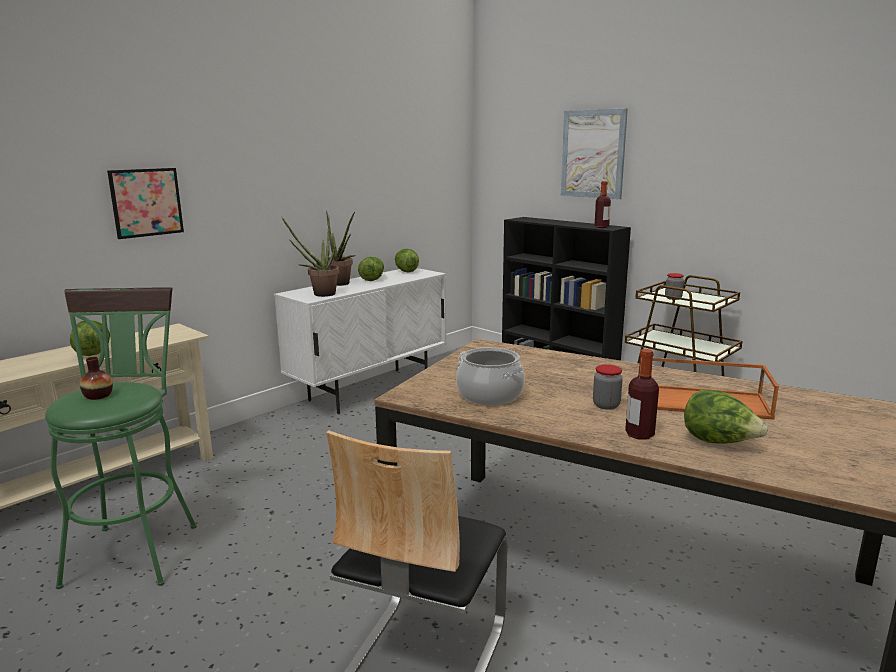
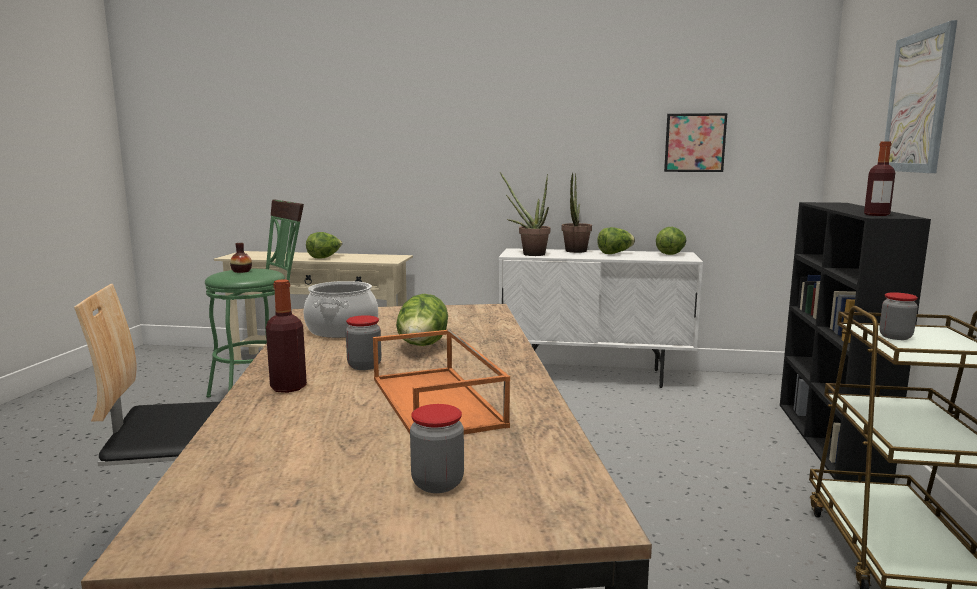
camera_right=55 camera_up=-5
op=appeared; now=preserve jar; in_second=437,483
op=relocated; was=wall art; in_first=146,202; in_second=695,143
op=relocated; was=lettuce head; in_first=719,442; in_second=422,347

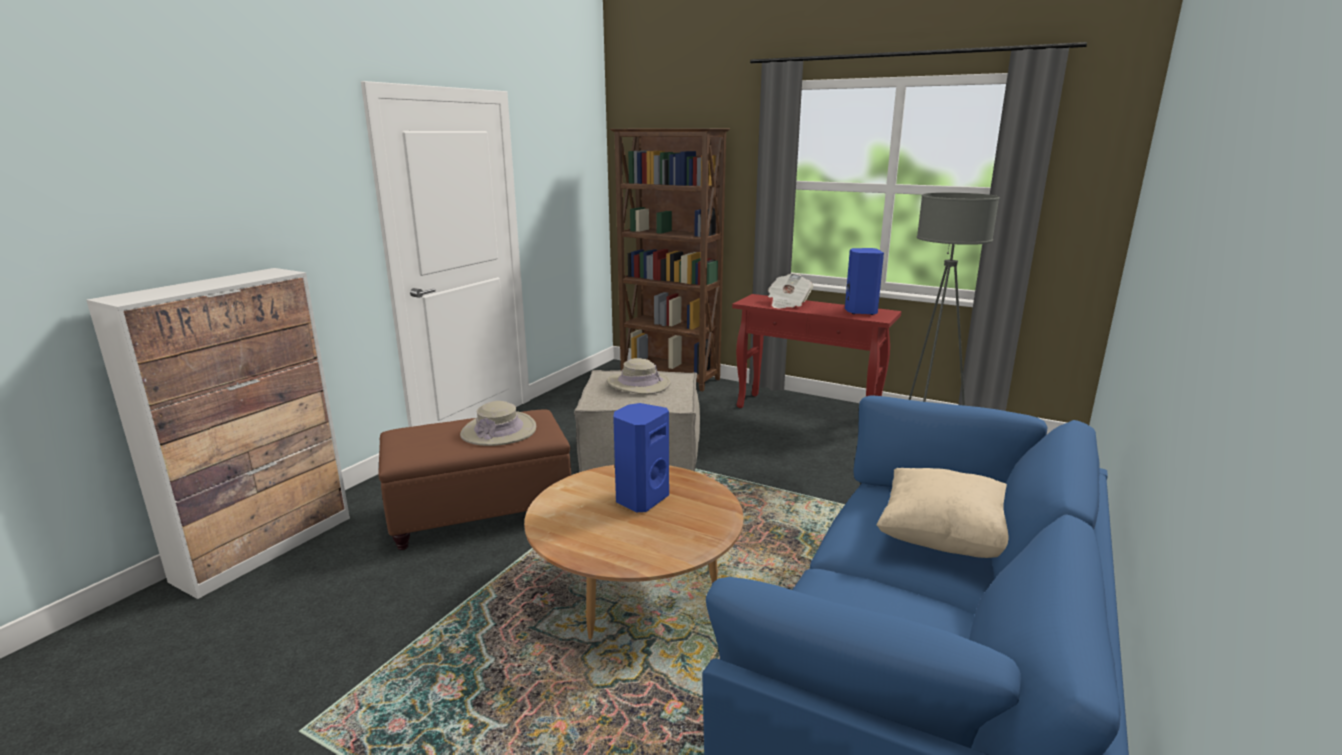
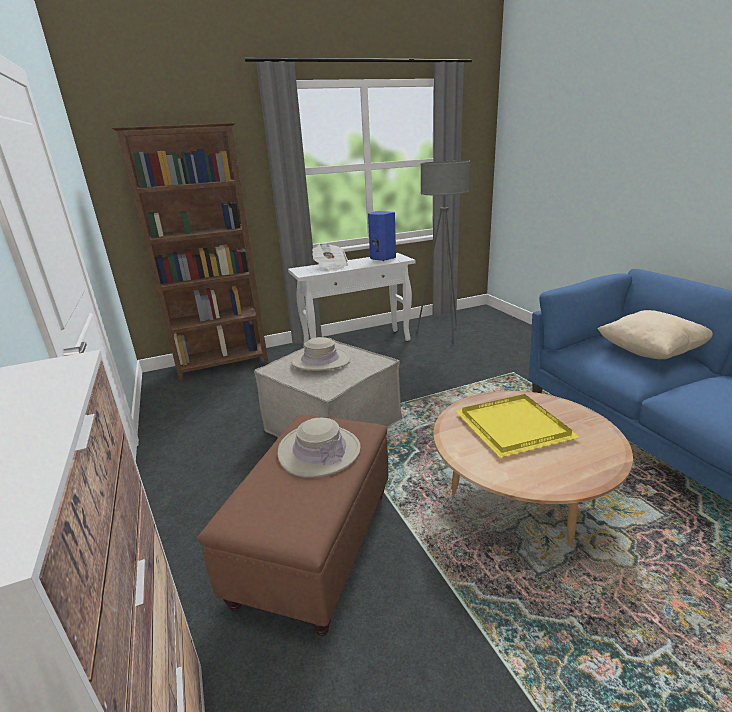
camera_right=-50 camera_up=5
op=exchanged; was=loudspeaker (blue-coloured); now=carrying tray (yellow-coloured); in_first=640,499; in_second=511,426
op=colour; was=hall table (red); now=hall table (white-coloured); in_first=808,412; in_second=358,344

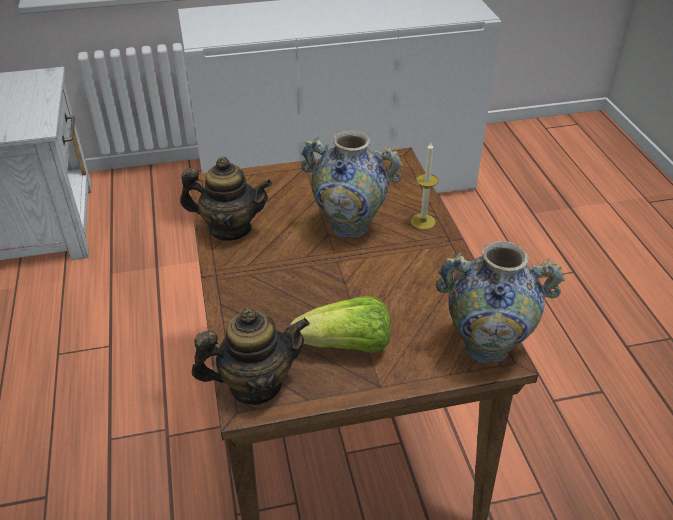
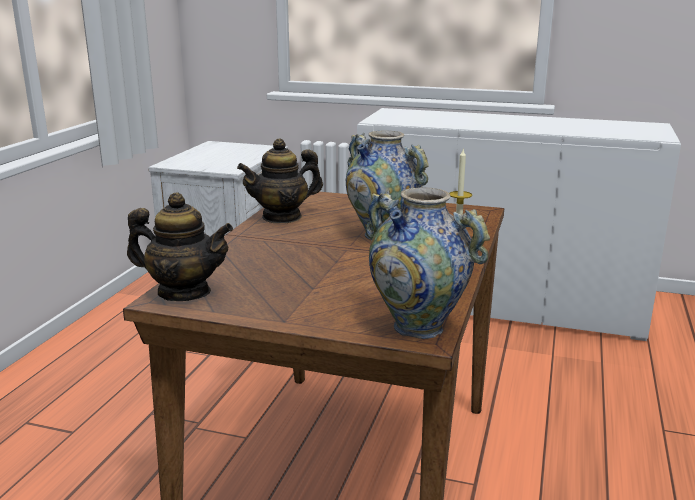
camera_right=30 camera_up=-20
op=missing; was=lettuce head; in_first=346,346
op=spun; was=pot for tea; in_first=230,228; in_second=282,217; clockwise=120

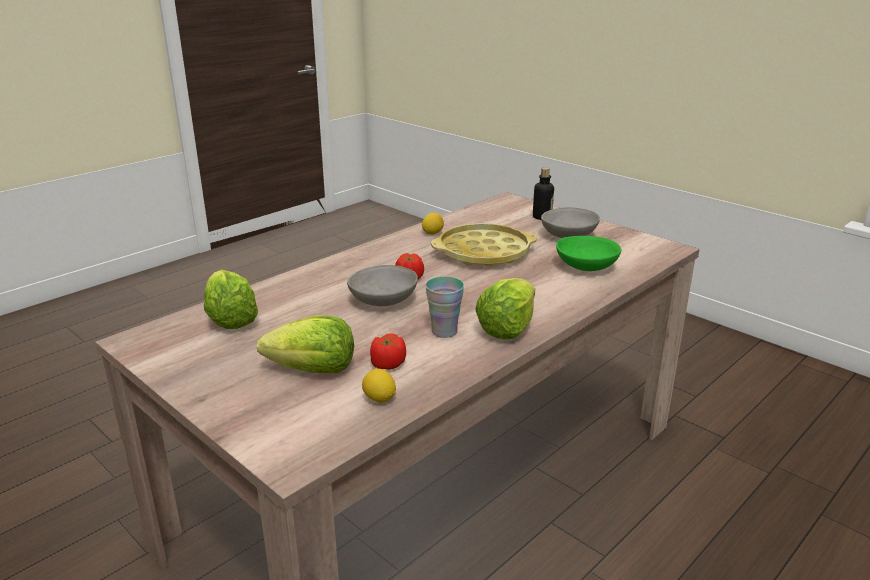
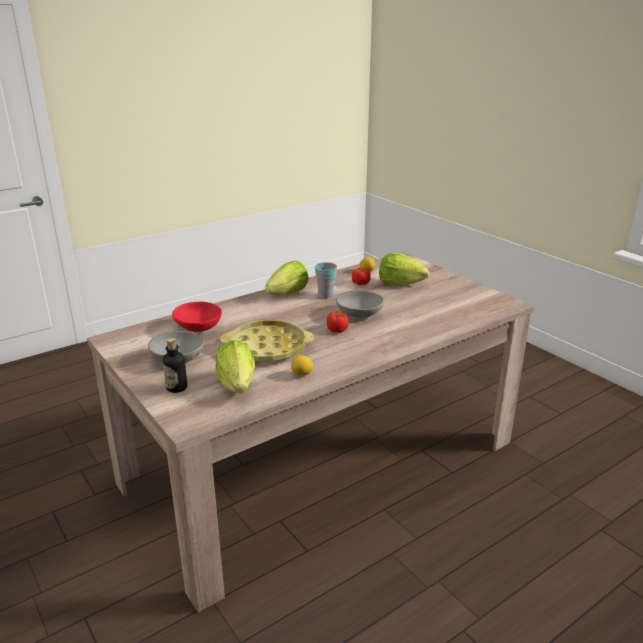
camera_right=-170 camera_up=0
op=relocated; was=lettuce head; in_first=230,319; in_second=237,385
op=colour; was=deep dish (green); now=deep dish (red); in_first=586,267; in_second=199,327

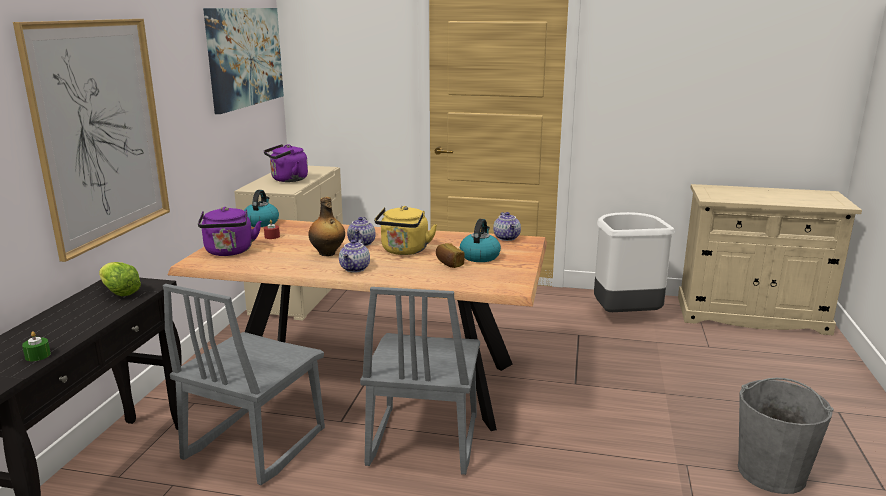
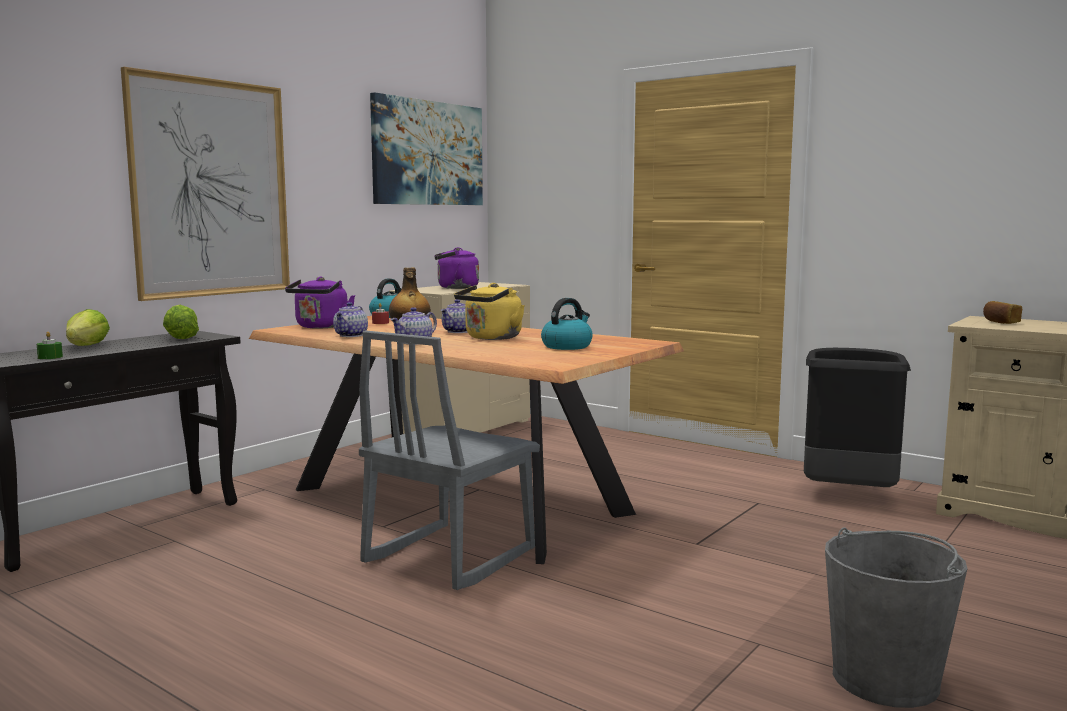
camera_right=25 camera_up=-10
op=missing; was=plain chair (grey); in_first=254,444
op=appeared; now=lettuce head; in_second=87,346
op=relocated; was=bread; in_first=449,263; in_second=1000,322
op=relocated; was=pot for tea; in_first=507,238; in_second=351,335
op=colour; was=waste bin (white-coloured); now=waste bin (black-coloured); in_first=624,316; in_second=847,495

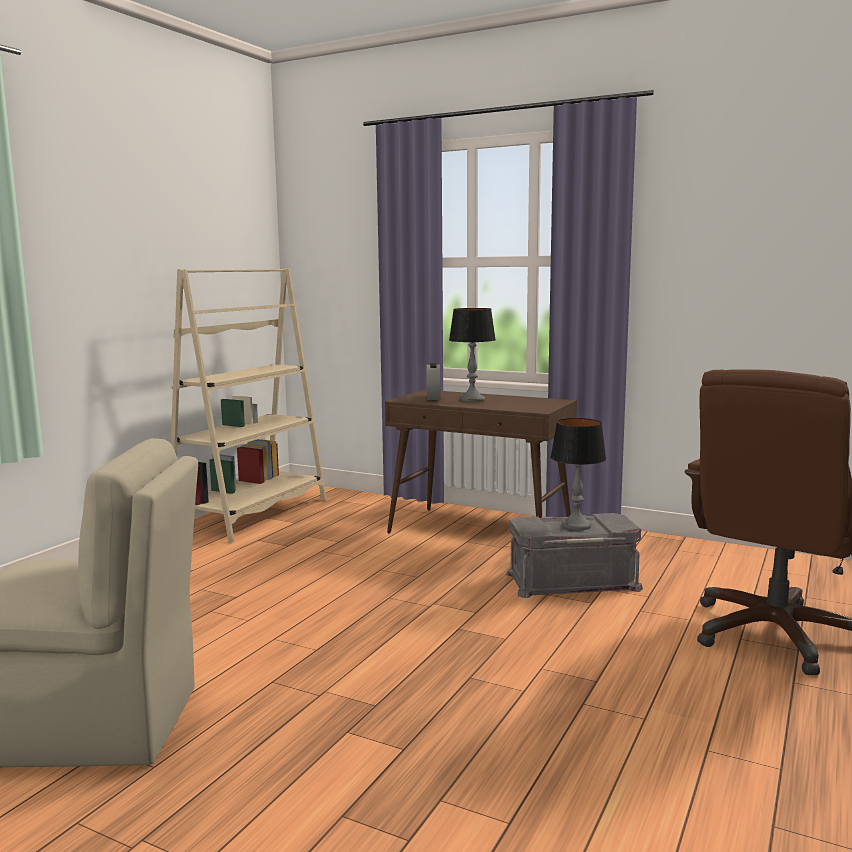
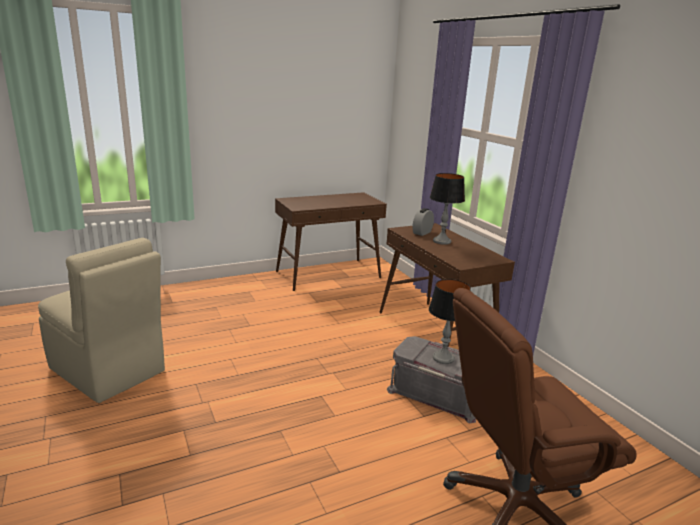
camera_right=35 camera_up=10
op=exchanged; was=bookcase (beige-coloured); now=hall table (brown); in_first=252,515; in_second=328,274

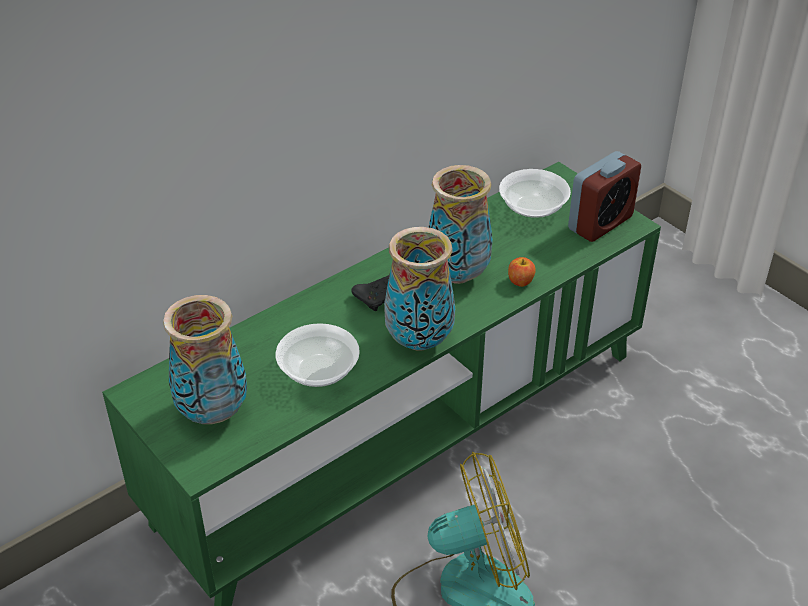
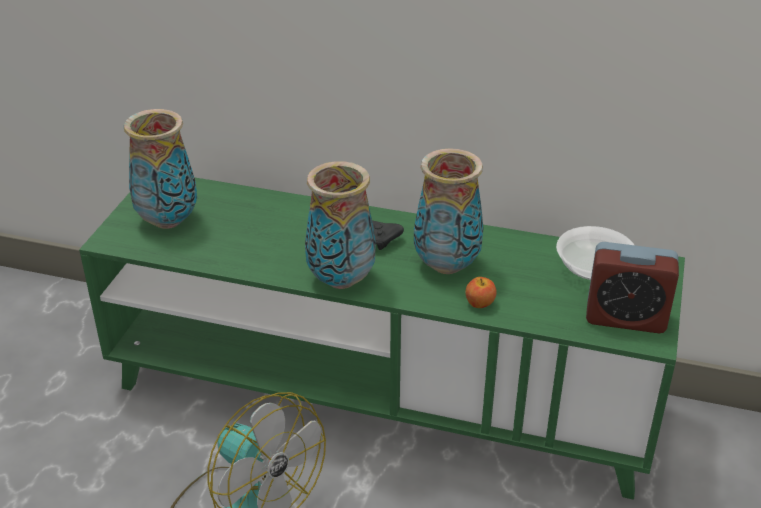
camera_right=55 camera_up=-5
op=missing; was=deep dish; in_first=319,370

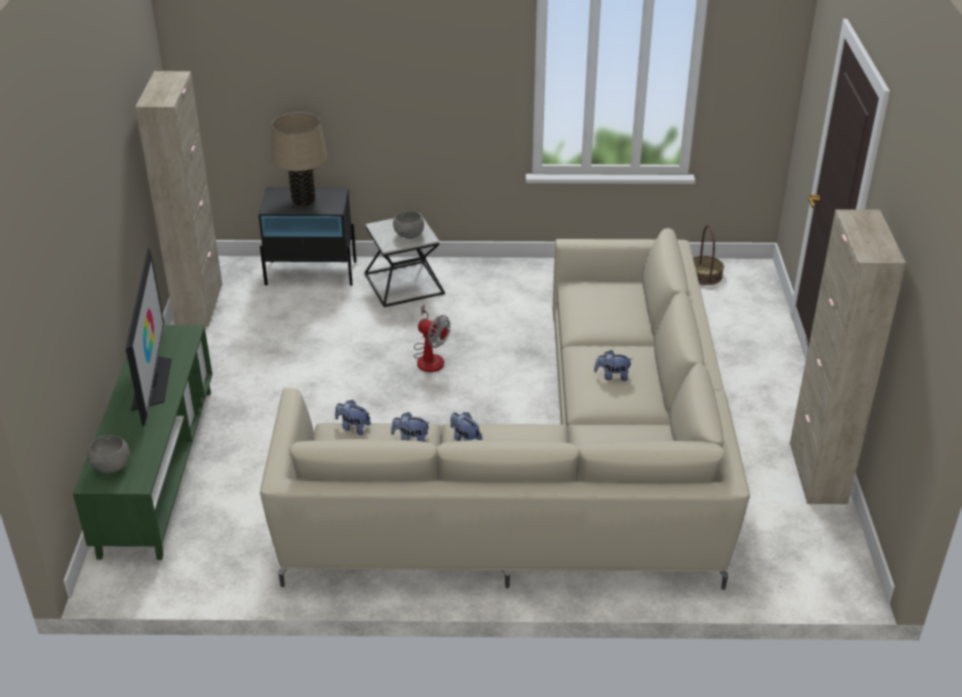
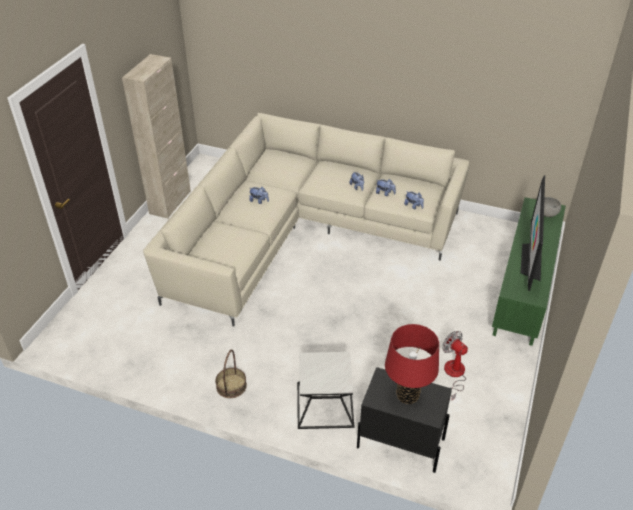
camera_right=-160 camera_up=5
op=missing; was=cupboard (beige-coloured); in_first=199,304
op=missing; was=deep dish (grey); in_first=409,235
op=relocated; was=cooling fan; in_first=429,357; in_second=453,375
op=relocated; was=household basket; in_first=704,275; in_second=231,386
op=colour; was=tabletop lamp (beige-coloured); now=tabletop lamp (red); in_first=303,200; in_second=407,395

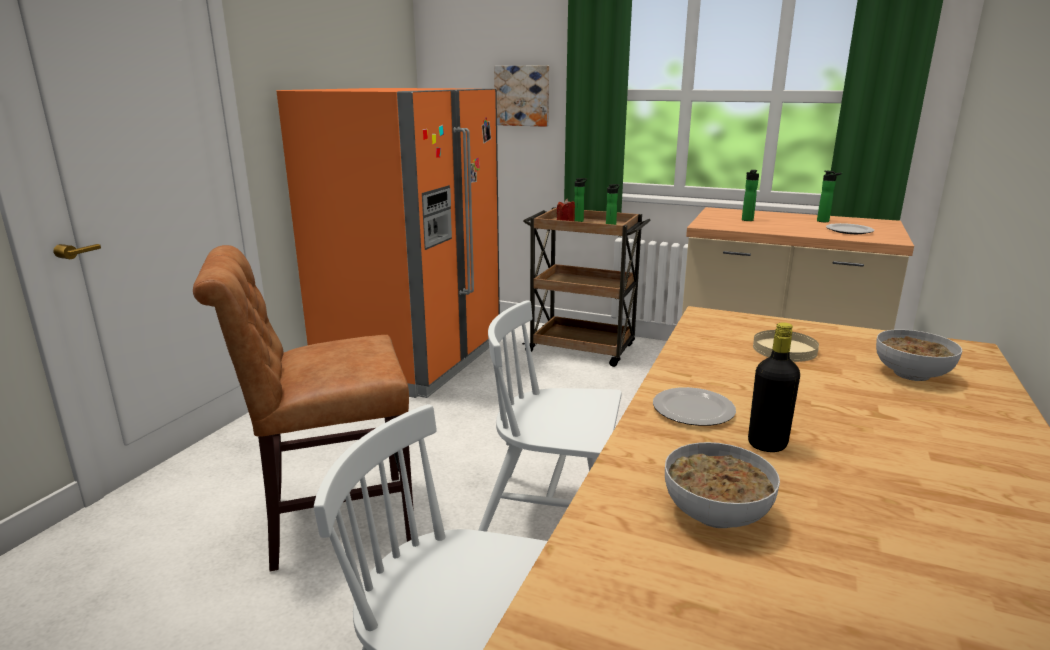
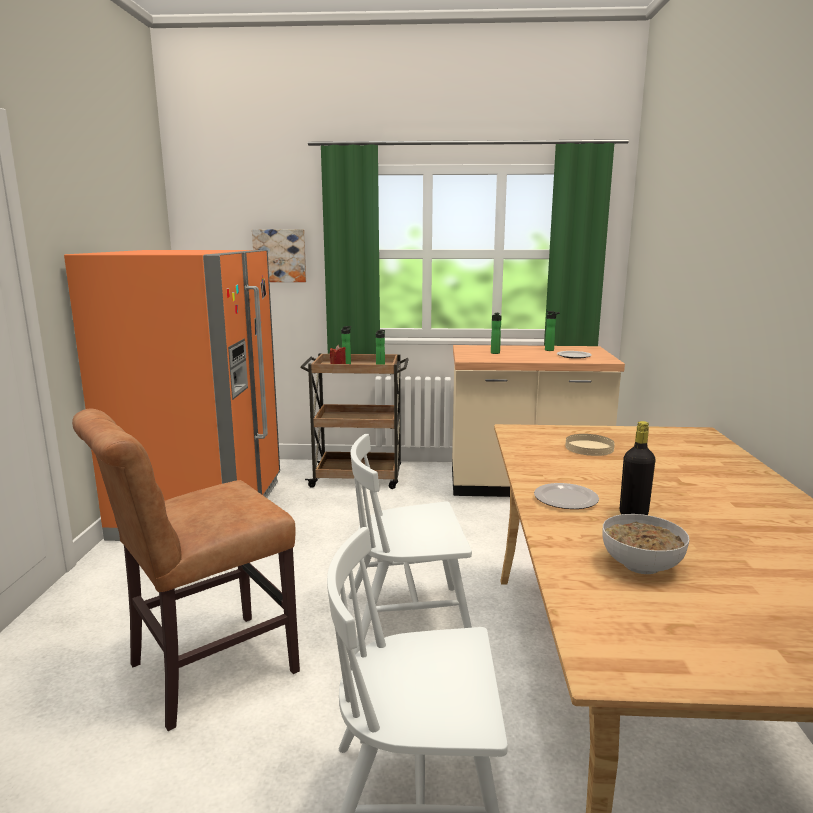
camera_right=-20 camera_up=-5
op=missing; was=deep dish; in_first=912,375

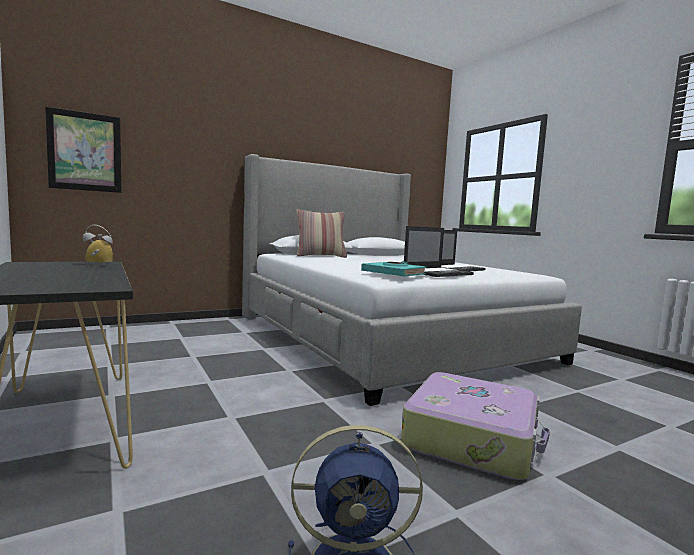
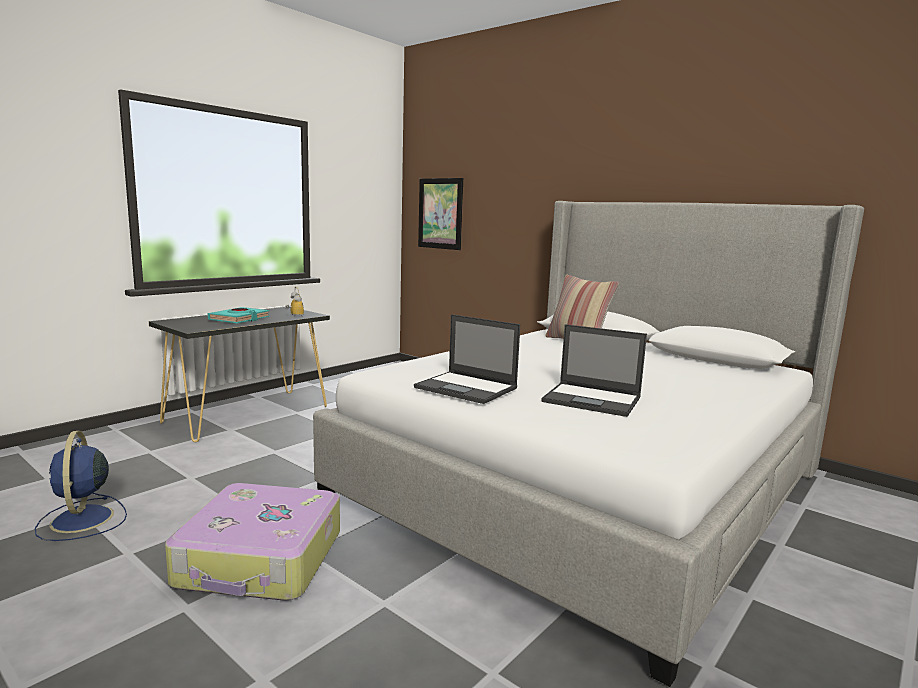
camera_right=70 camera_up=5
op=relocated; was=volume (turquoise-coloured); in_first=393,273; in_second=239,319

